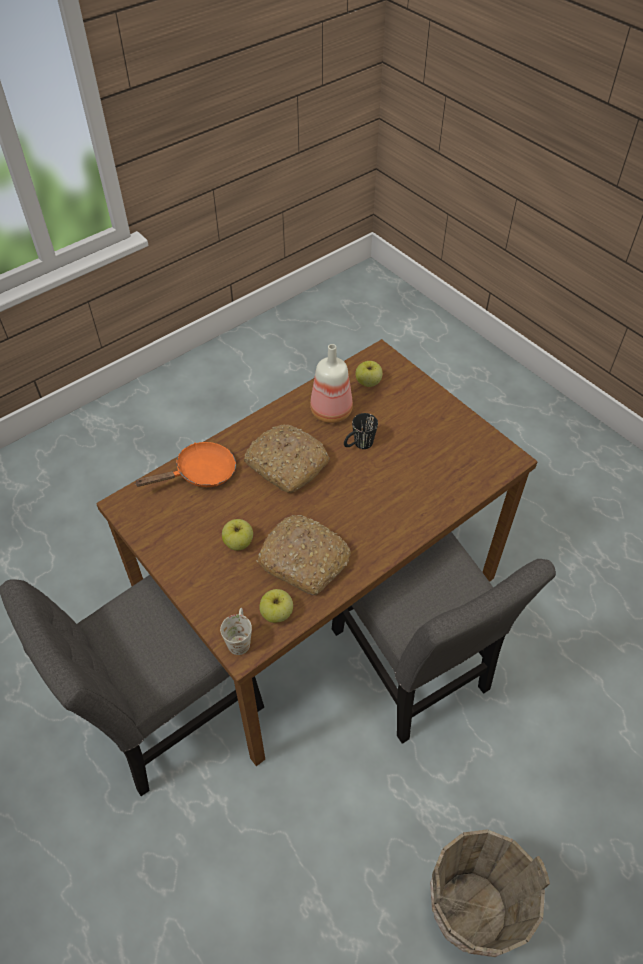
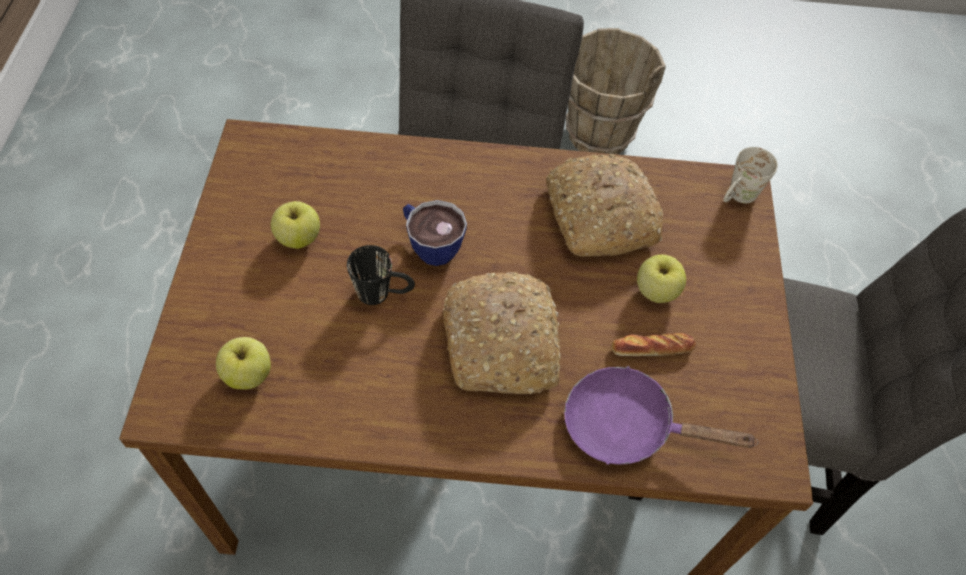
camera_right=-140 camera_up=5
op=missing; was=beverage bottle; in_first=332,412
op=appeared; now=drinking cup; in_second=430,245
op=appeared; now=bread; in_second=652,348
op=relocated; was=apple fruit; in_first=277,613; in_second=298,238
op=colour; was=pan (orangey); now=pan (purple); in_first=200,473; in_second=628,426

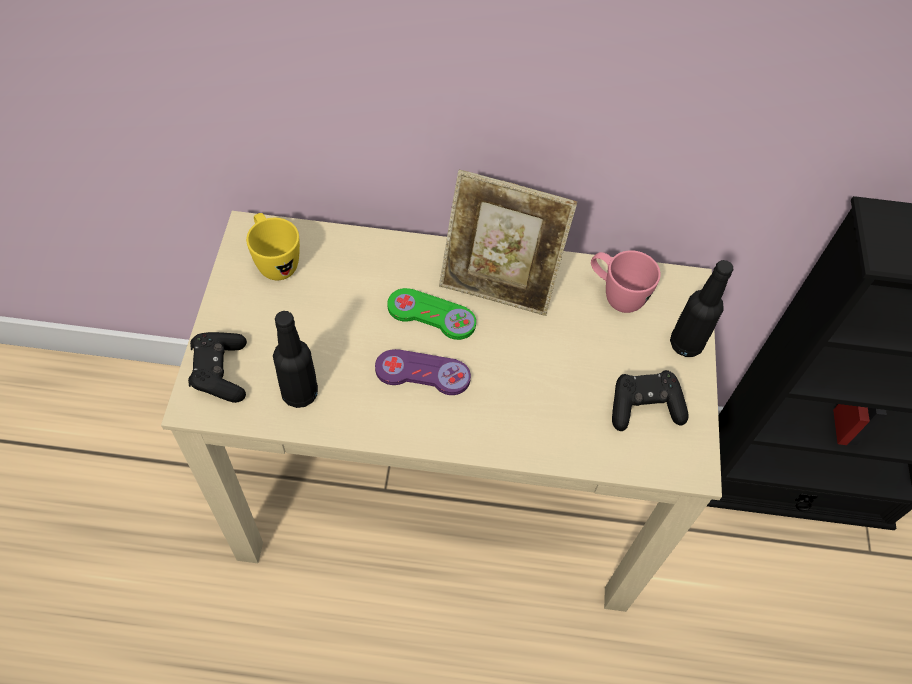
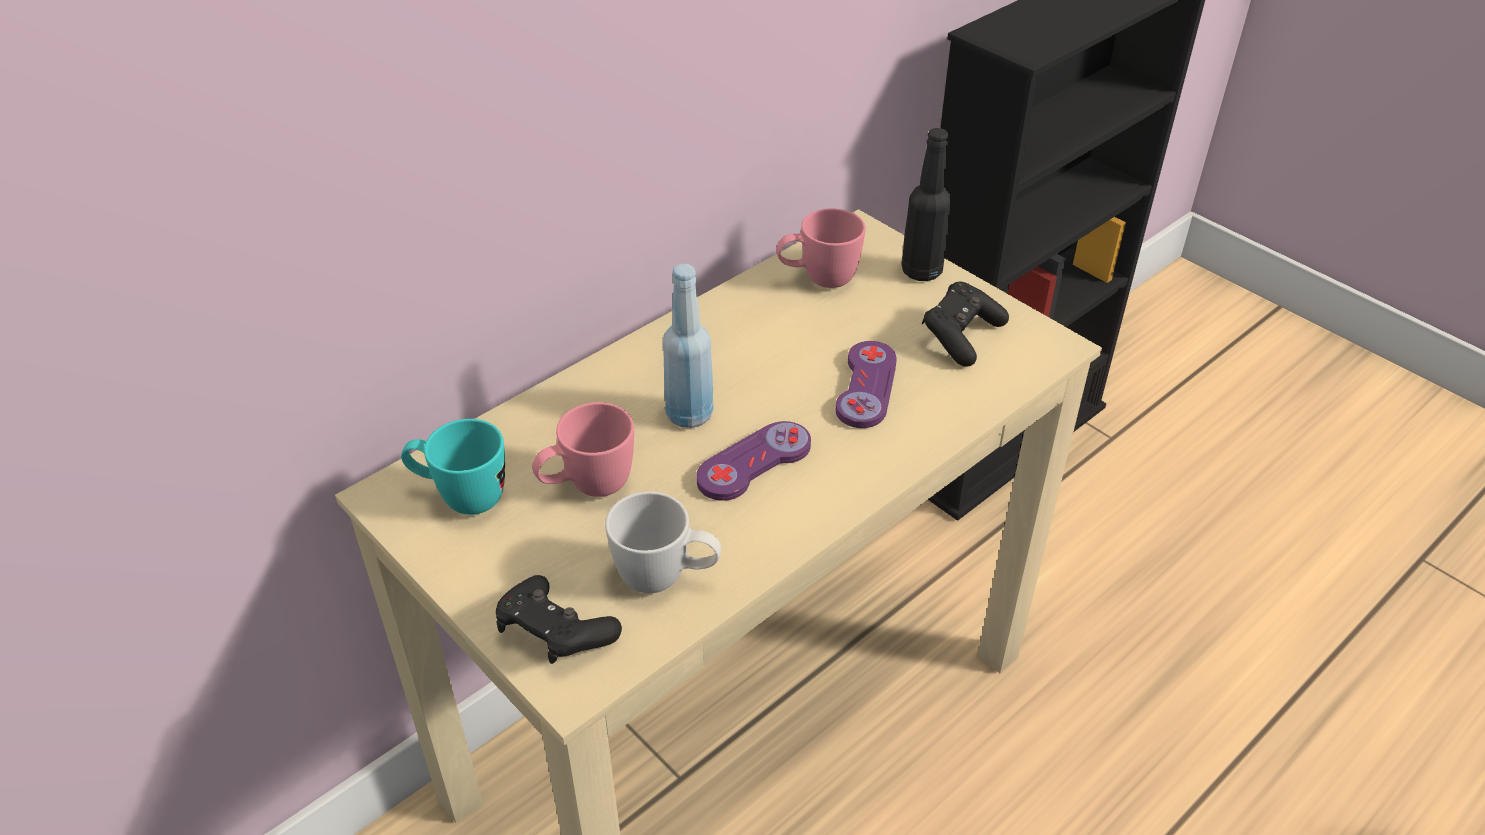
camera_right=-45 camera_up=-15
op=missing; was=standing frame; in_first=498,284
op=appeared; now=tea mug (pink); in_second=587,488
op=appeared; now=gamepad (purple); in_second=866,386
op=exchanged; was=beverage bottle (black-coloured); now=tea mug (white-coloured); in_first=299,394; in_second=666,578
op=exchanged; was=gamepad (green); now=beverage bottle (blue-coloured); in_first=431,315; in_second=689,414
op=colour; was=tea mug (yellow-coloured); now=tea mug (turquoise-coloured); in_first=275,262; in_second=461,497

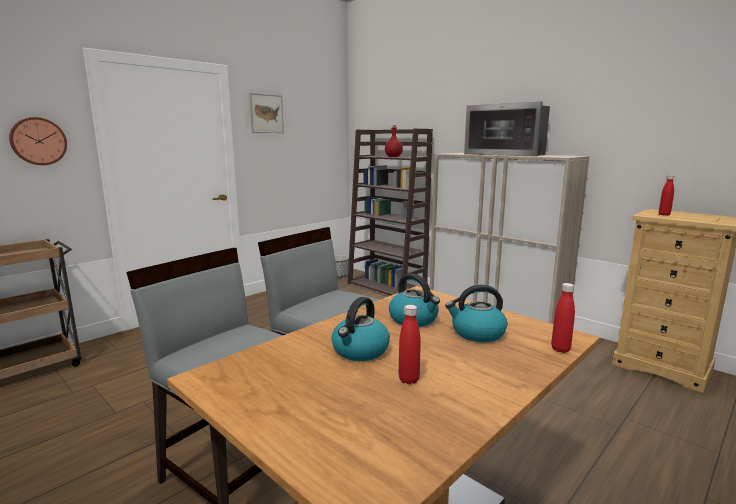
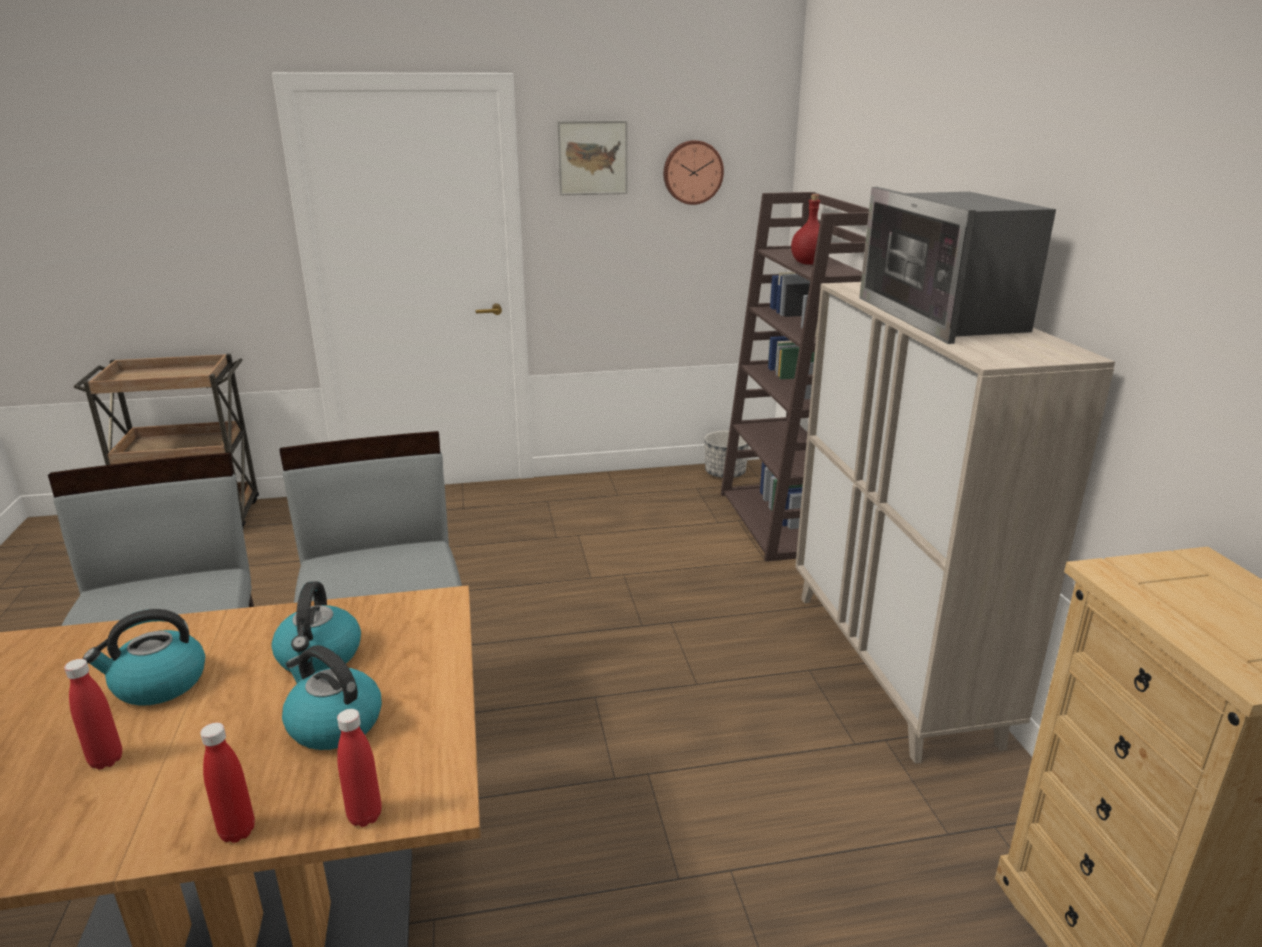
camera_right=35 camera_up=10
op=relocated; was=wall clock; in_first=38,141; in_second=692,172
op=relocated; was=beverage bottle (red); in_first=664,215; in_second=237,831

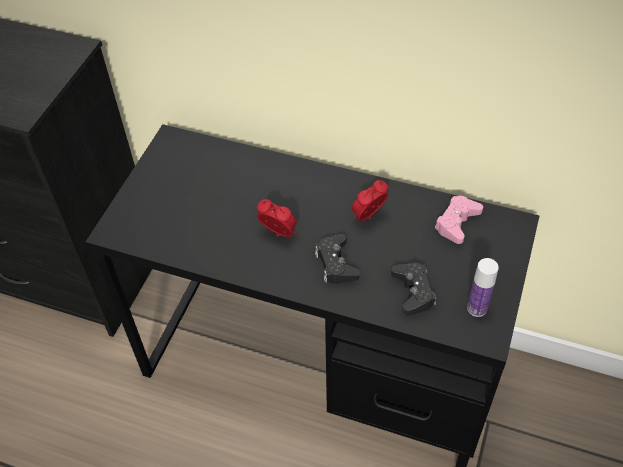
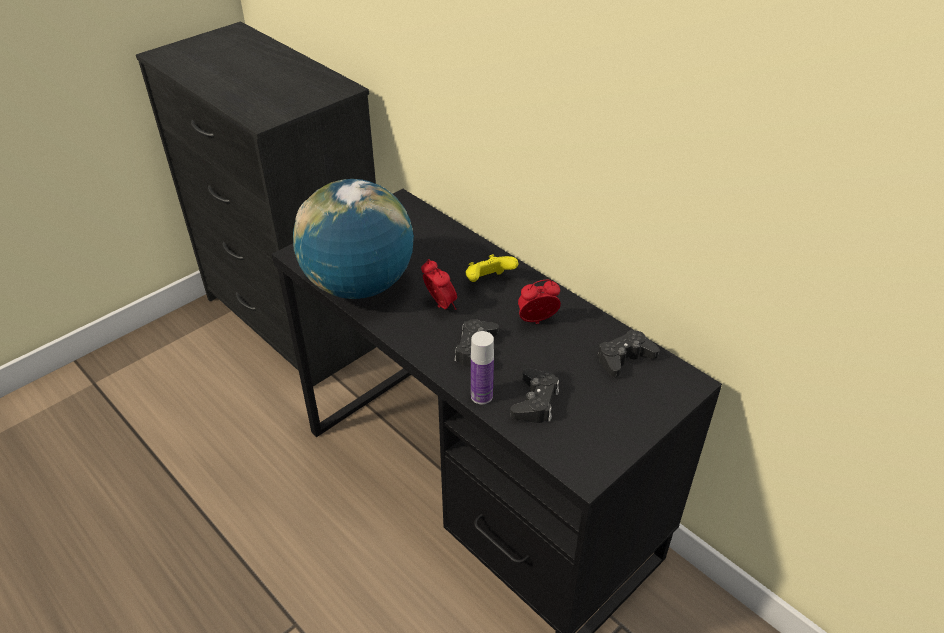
camera_right=25 camera_up=-10
op=appeared; now=desk globe; in_second=359,286
op=appeared; now=gamepad (yellow-coloured); in_second=488,281
op=relocated; was=beverage bottle; in_first=477,308; in_second=481,396
op=colour; was=gamepad (pink); now=gamepad (black-coloured); in_first=457,223; in_second=624,358

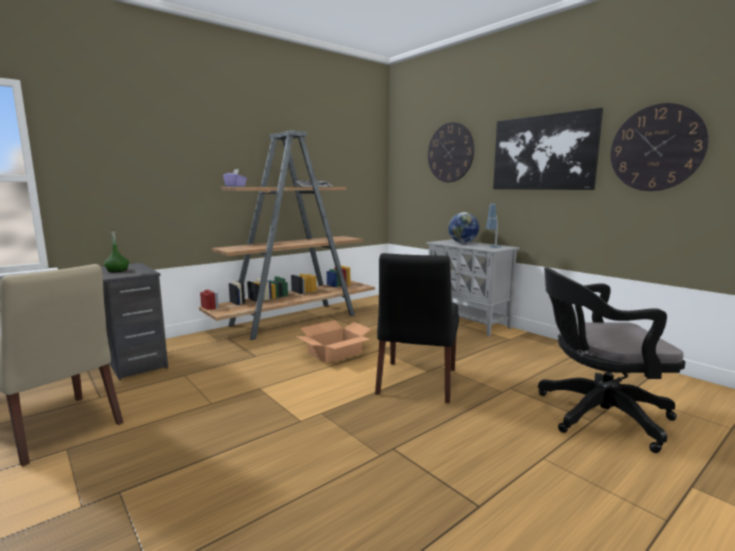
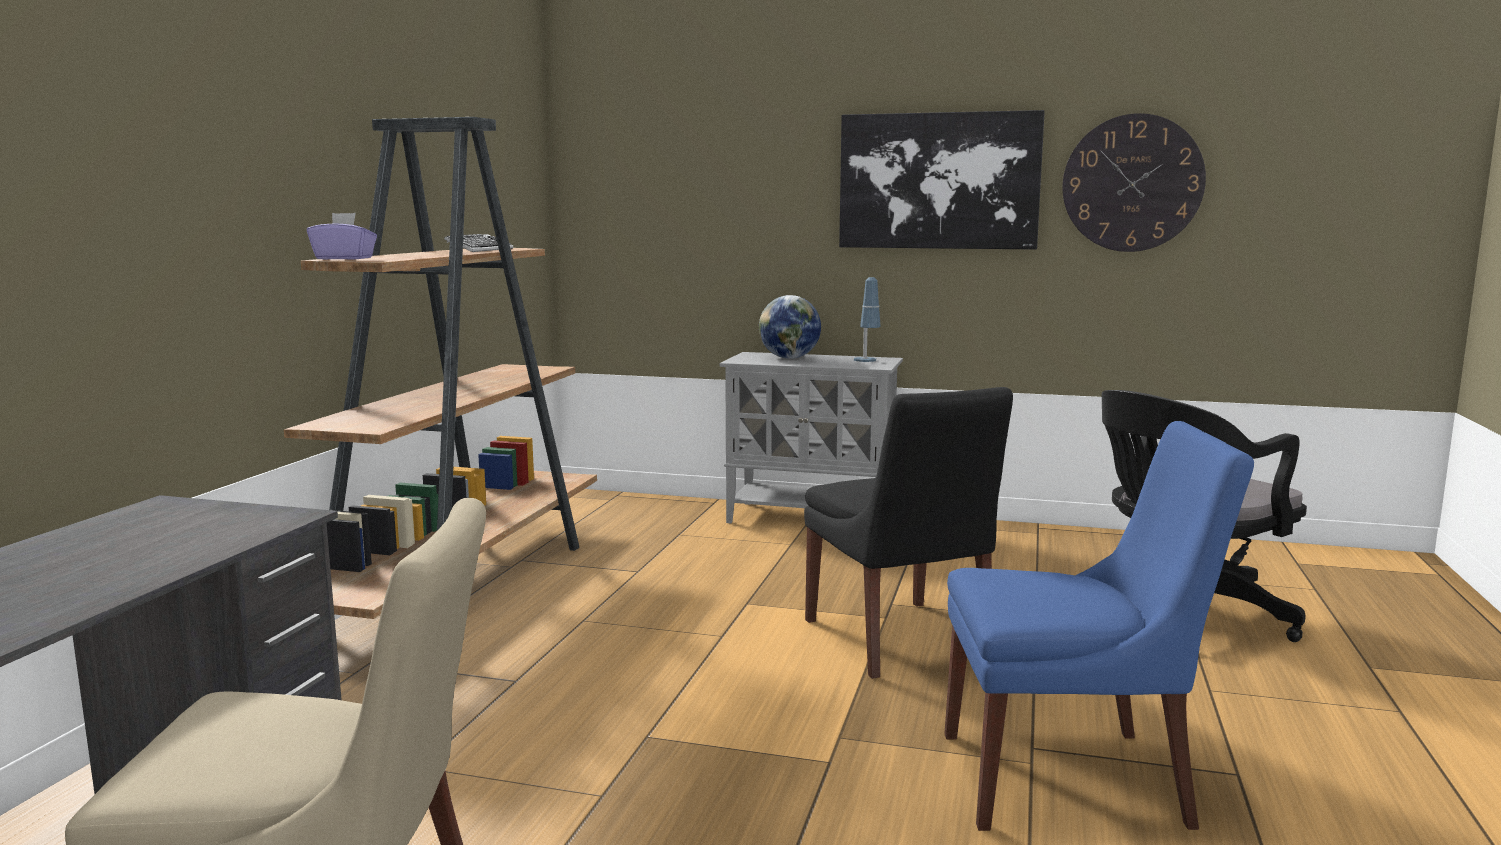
camera_right=-35 camera_up=0
op=missing; was=beverage bottle (green); in_first=117,271
op=missing; was=packing box; in_first=335,353
op=missing; was=wall clock; in_first=450,152
op=appeared; now=plain chair (blue-coloured); in_second=1071,779

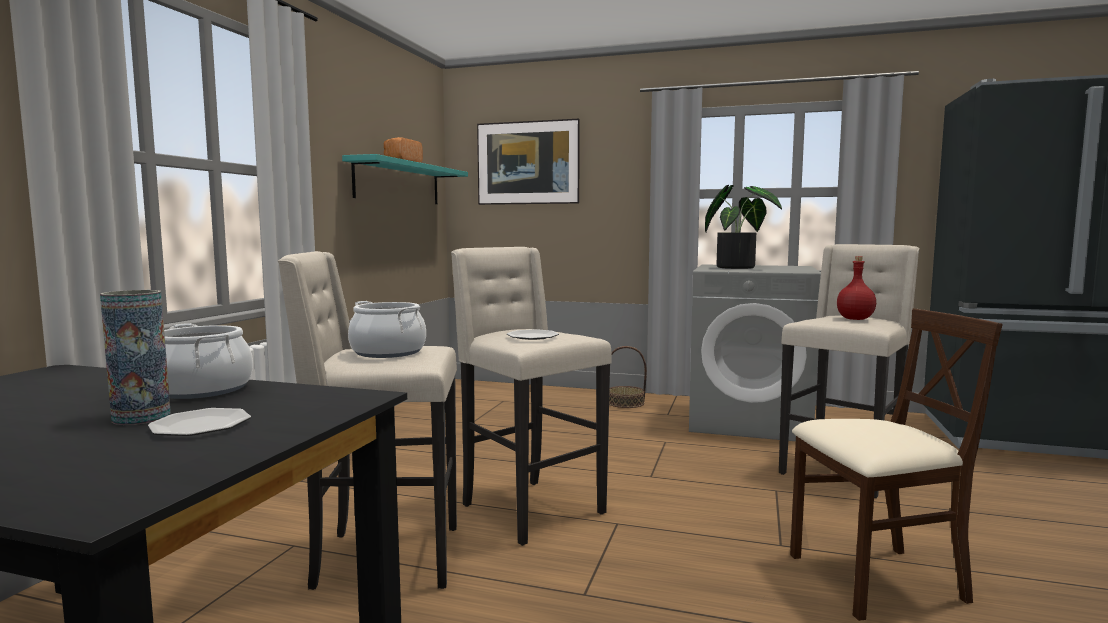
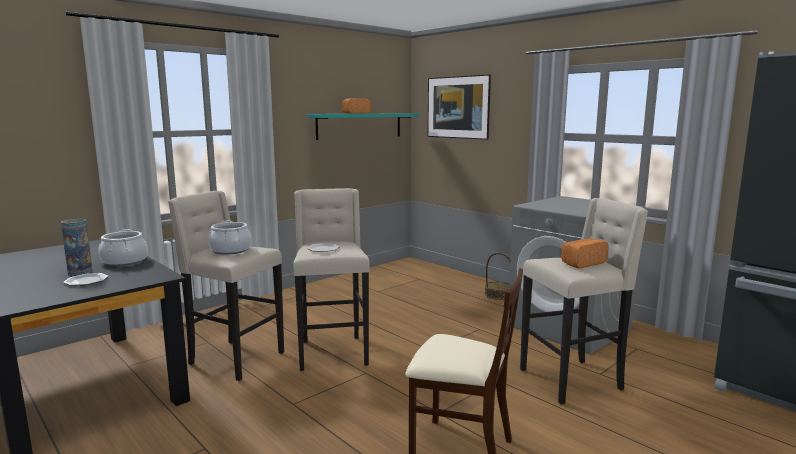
camera_right=30 camera_up=5
op=missing; was=houseplant; in_first=739,267
op=exchanged; was=beverage bottle (red); now=bread; in_first=855,319; in_second=582,263

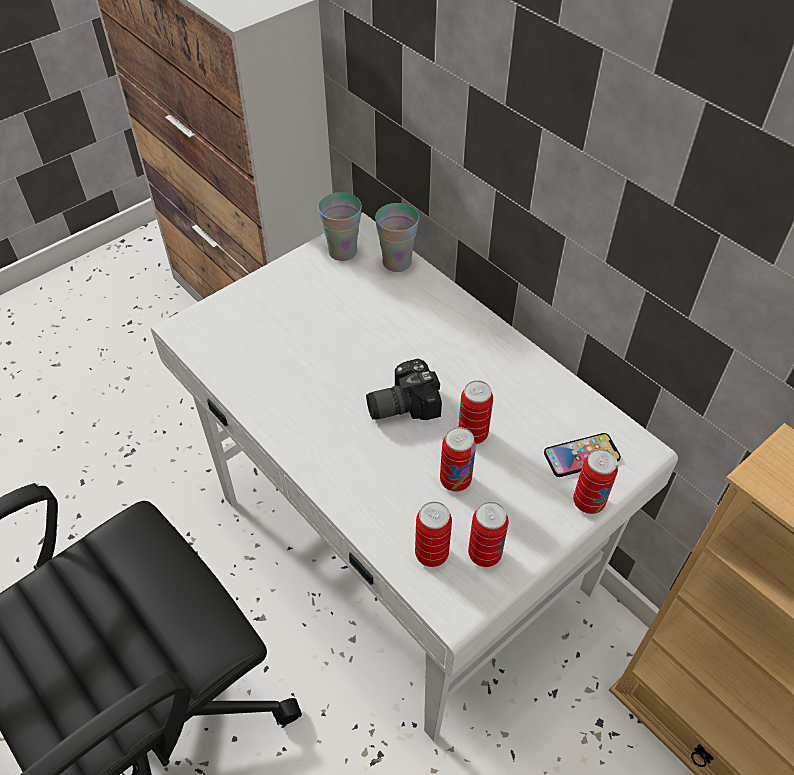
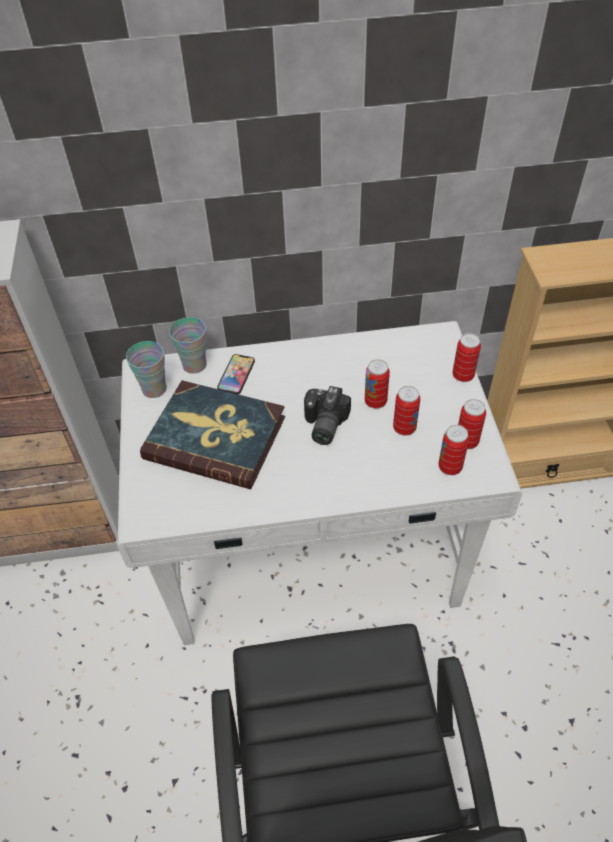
camera_right=-55 camera_up=0
op=appeared; now=volume; in_second=216,437
op=relocated; was=handset; in_first=581,456; in_second=236,375

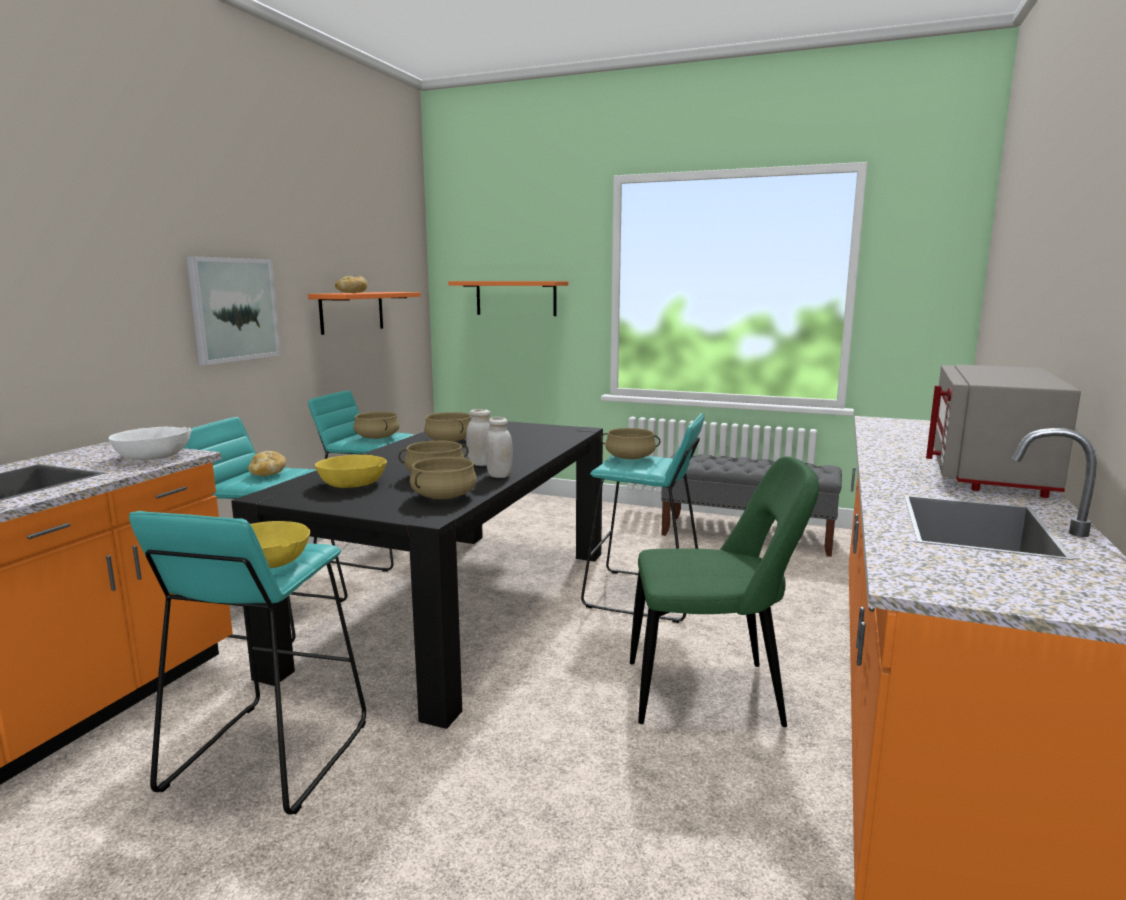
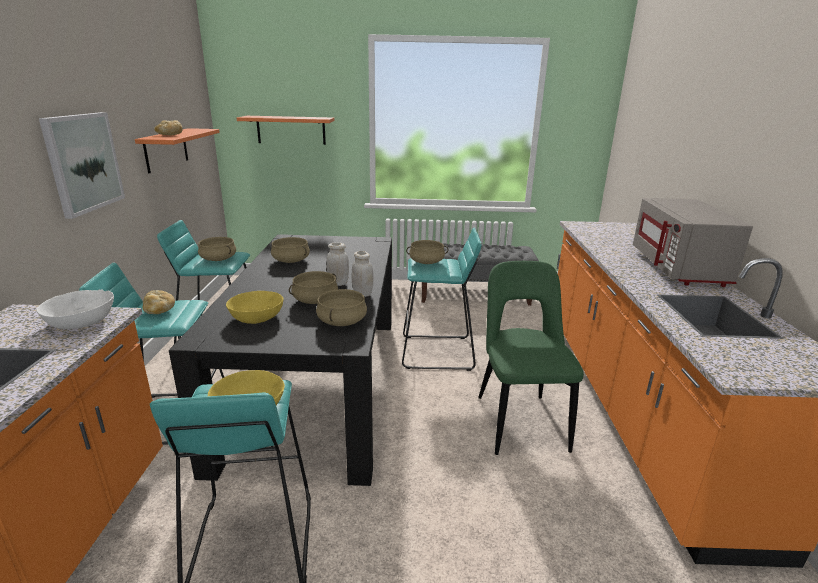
camera_right=-20 camera_up=10
op=spun; was=plain chair (green); in_first=712,694; in_second=519,420; clockwise=-75

